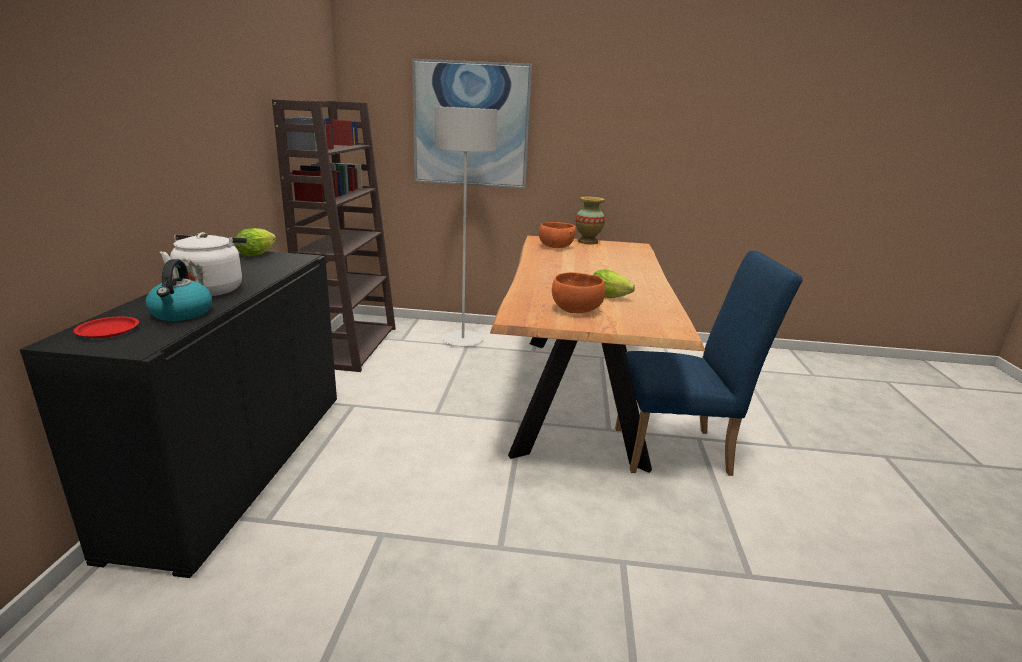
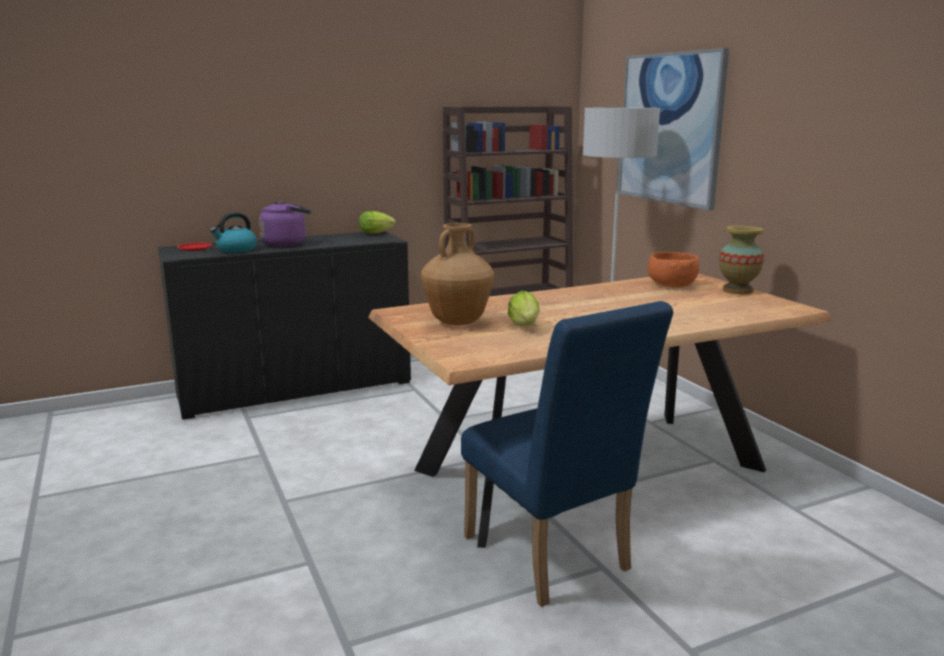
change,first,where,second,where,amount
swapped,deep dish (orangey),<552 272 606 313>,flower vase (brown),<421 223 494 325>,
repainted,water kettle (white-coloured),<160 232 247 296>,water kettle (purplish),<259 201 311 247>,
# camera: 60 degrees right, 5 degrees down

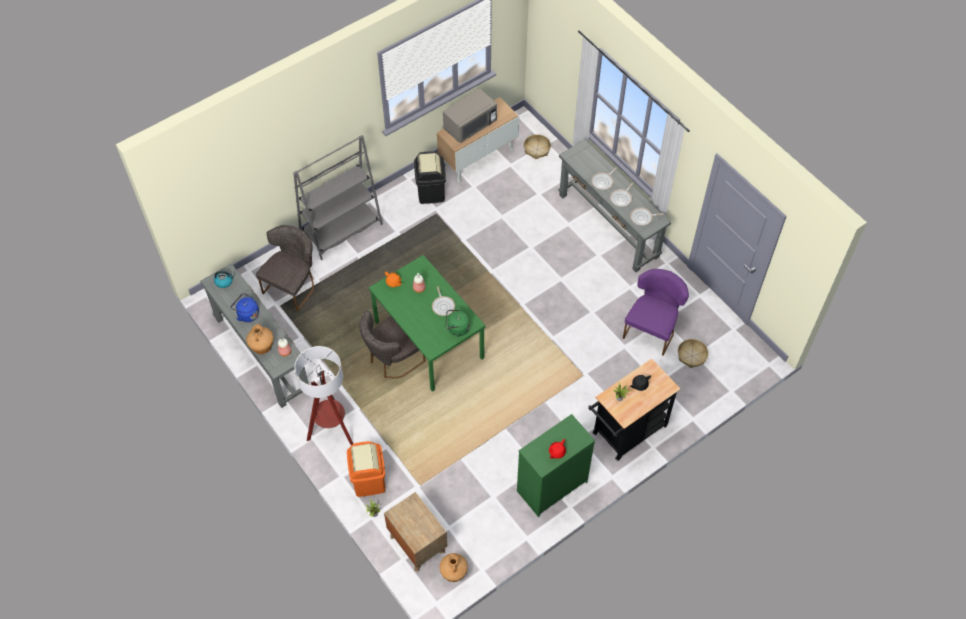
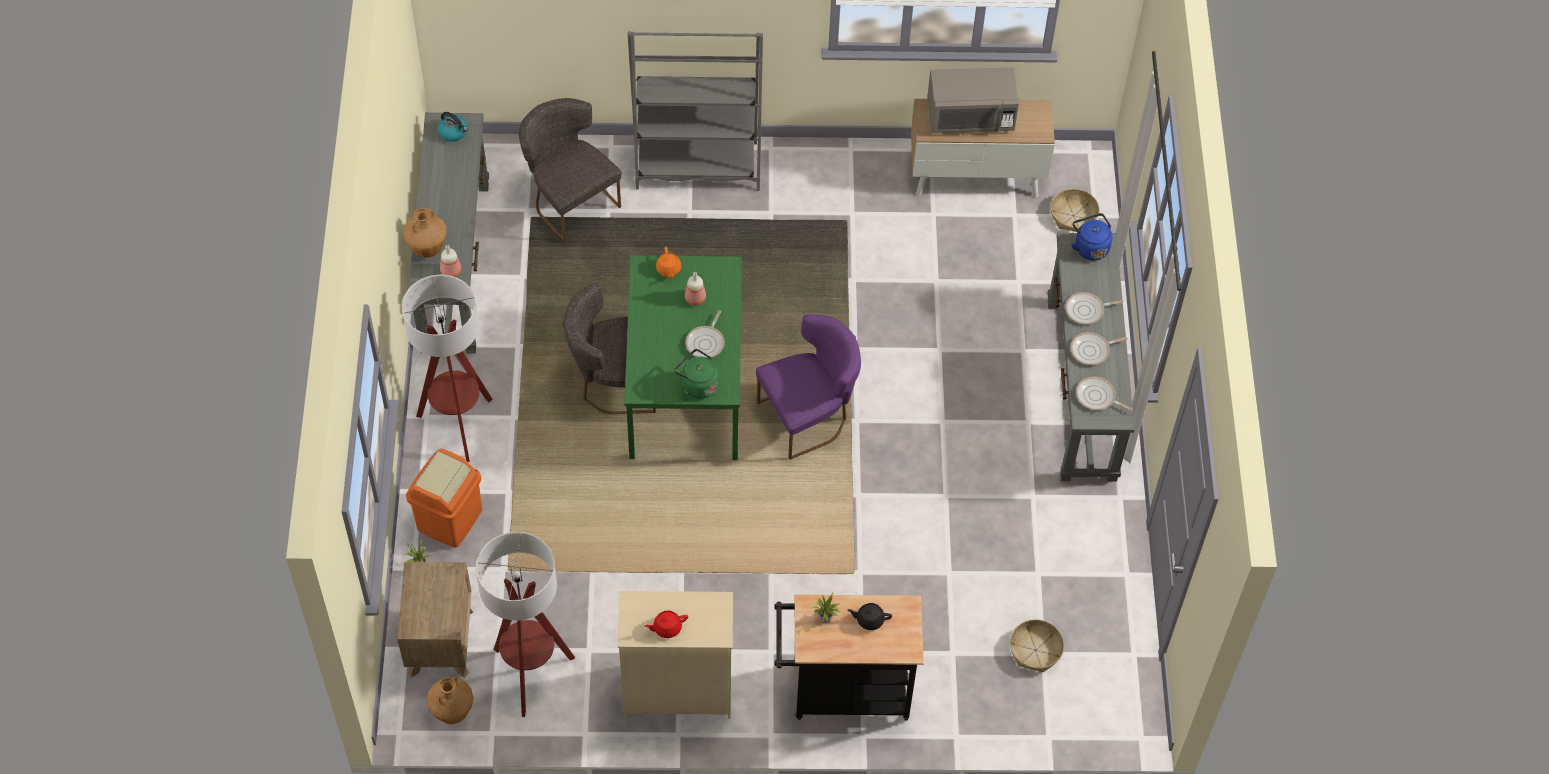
change,first,where,second,where,amount
gone,rubbish bin (black-coloured),<414 151 446 204>,,,
new,,,floor lamp,<476 532 575 717>,
shifted,water kettle (blue),<231 293 259 322>,,<1071 213 1113 260>,
shifted,plain chair (purplish),<623 269 689 356>,,<756 314 861 460>,
repainted,chest of drawers (greenish),<517 414 595 517>,chest of drawers (beige-coloured),<618 591 733 719>,
rotated,plain chair (grey),<256 225 314 311>,,<519 98 622 242>,105 degrees counterclockwise
# camera: 35 degrees right, 0 degrees up

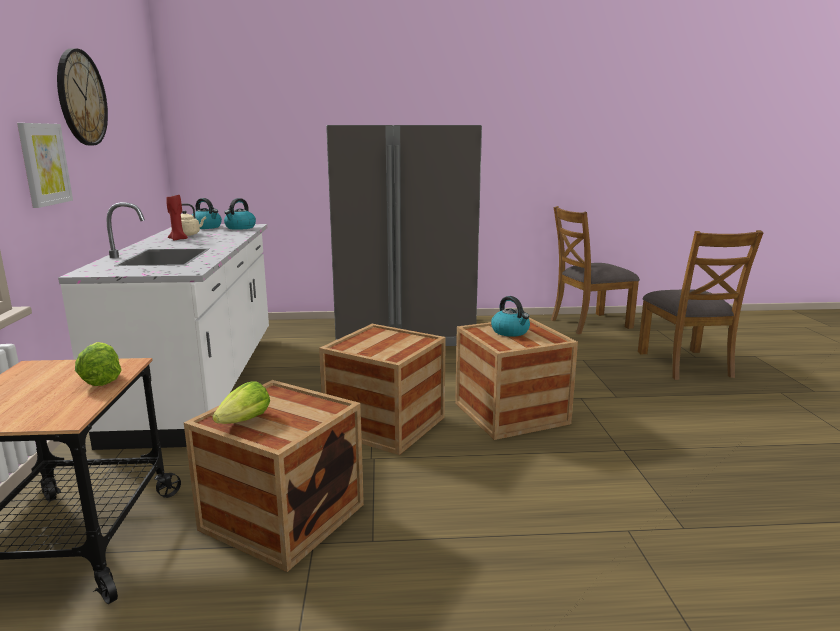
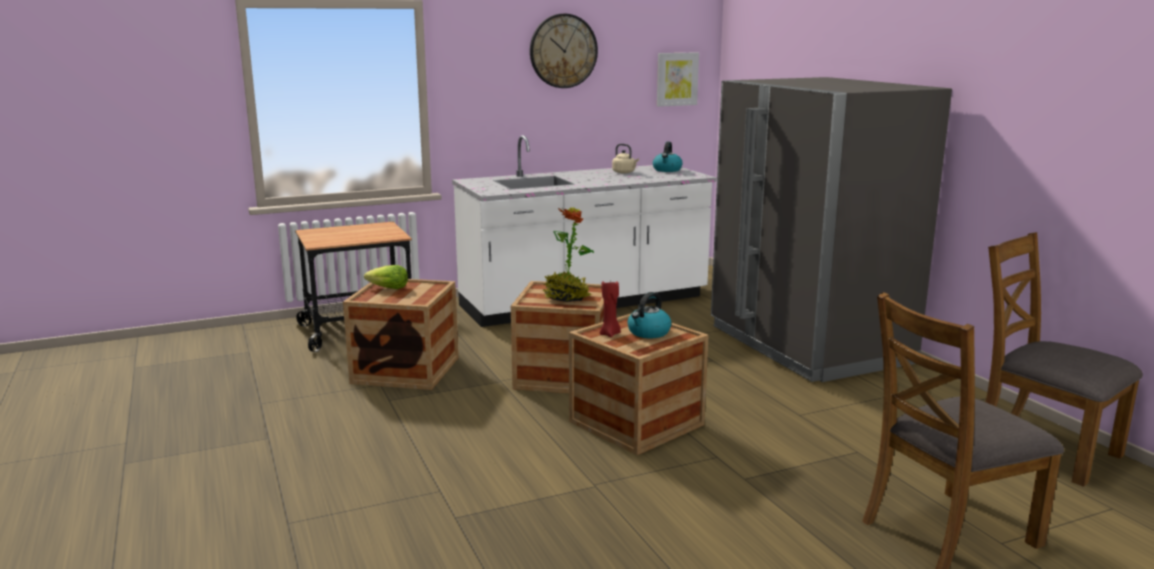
change,first,where,second,where,amount
gone,lettuce,<75 342 122 386>,,,
gone,water kettle,<224 198 256 230>,,,
new,,,houseplant,<543 207 594 302>,
shifted,wall picture,<17 123 73 208>,,<657 52 699 107>,
shifted,wax candle (red),<166 195 188 241>,,<600 281 621 337>,
# camera: 70 degrees right, 0 degrees up

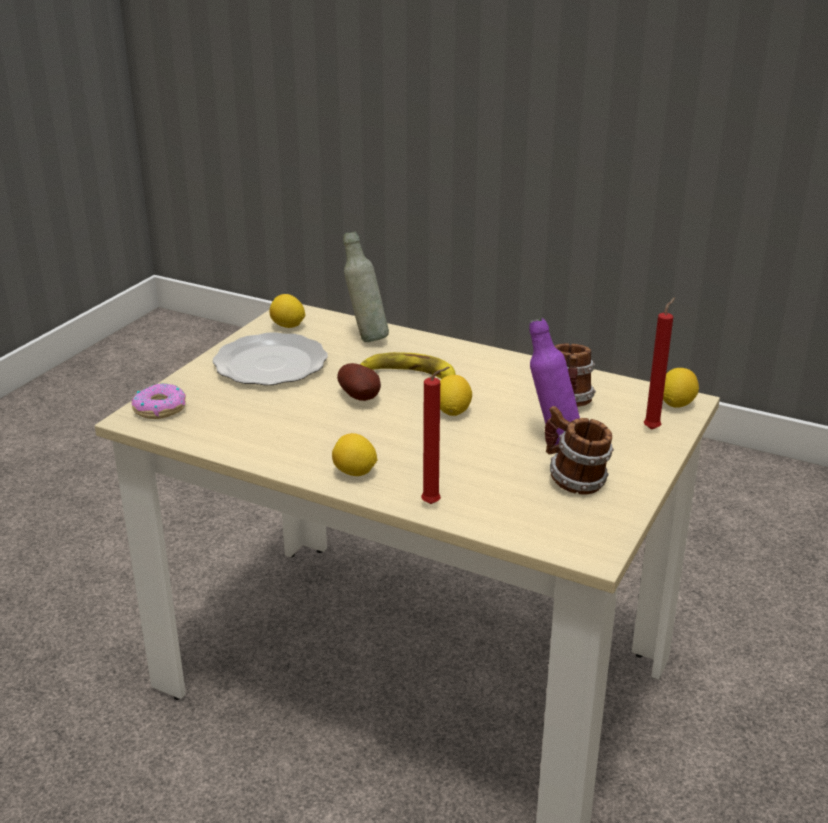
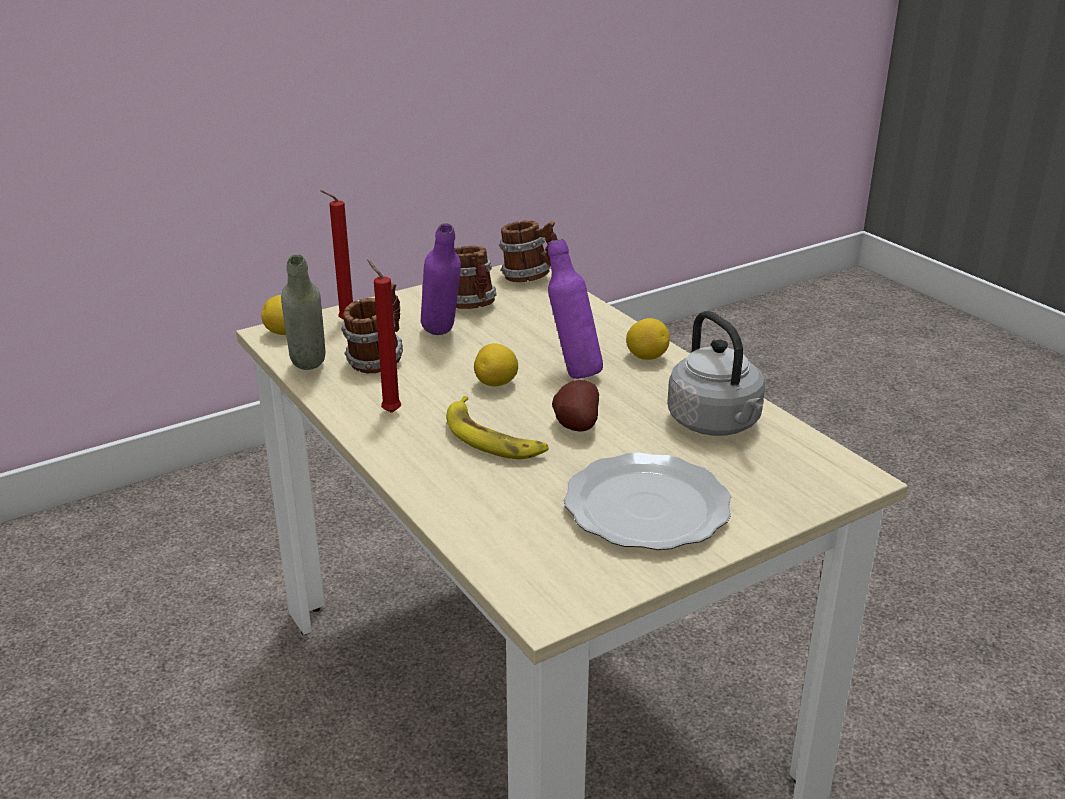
change,first,where,second,where,amount
gone,donut,<132 383 186 419>,,,
gone,lemon,<269 294 305 328>,,,
new,,,coffee mug,<499 220 557 282>,
new,,,bottle (purplish),<548 239 603 379>,
new,,,water kettle (grey),<667 311 765 436>,
shifted,bottle (grey),<343 232 389 342>,,<281 255 325 370>,
shifted,wax candle (red),<421 367 450 504>,,<367 260 401 413>,
# camera: 150 degrees left, 0 degrees up

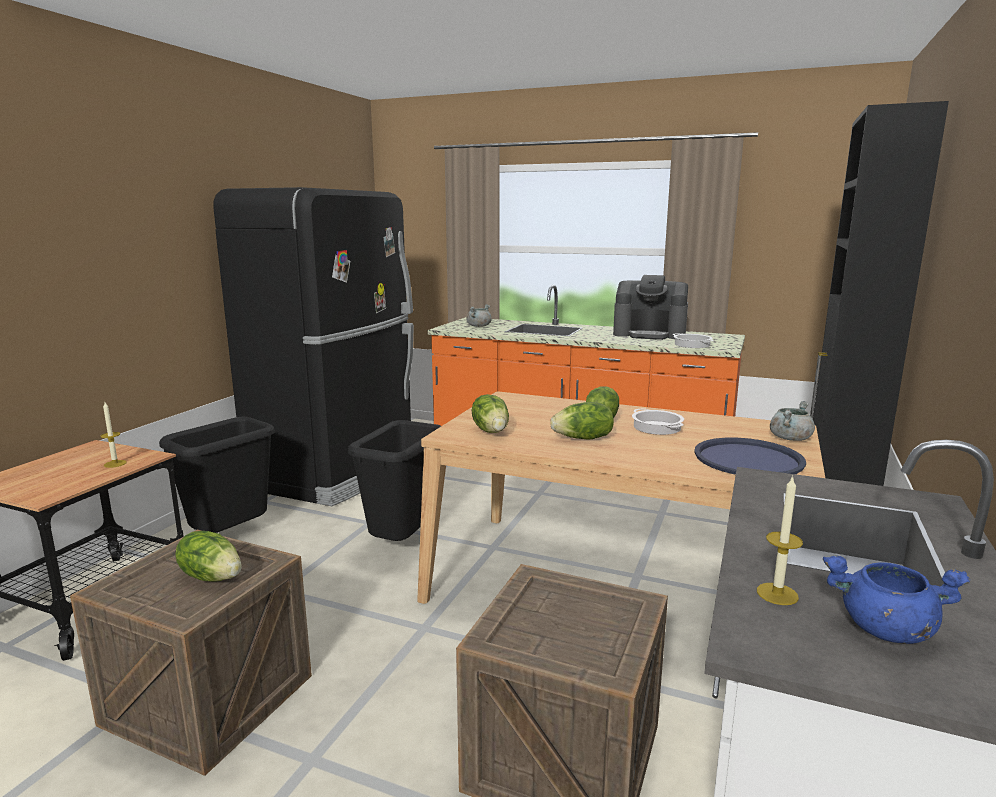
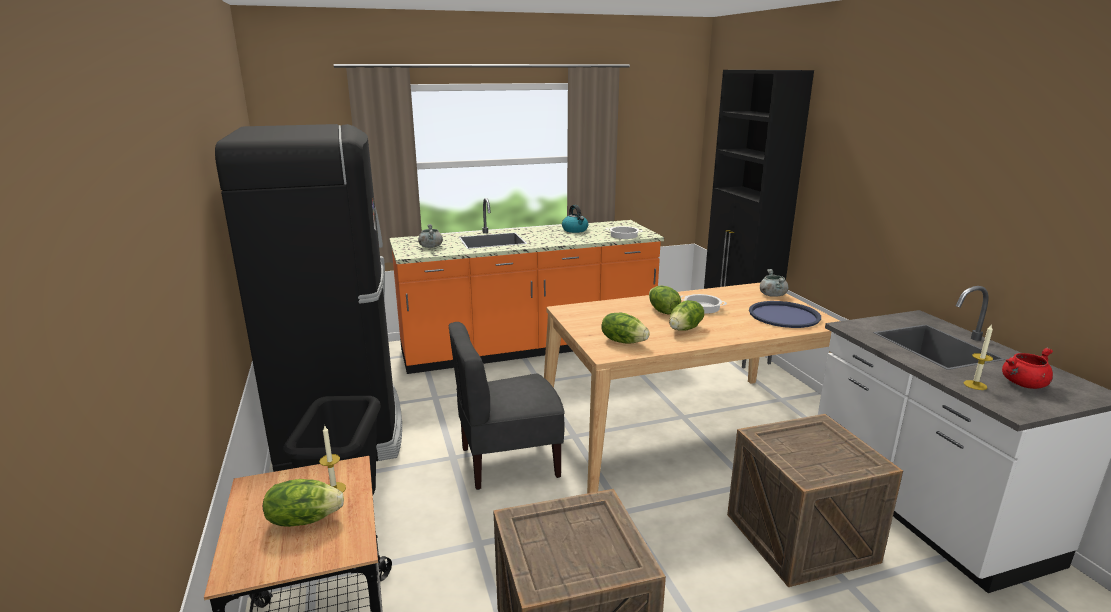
change,first,where,second,where,amount
shifted,lettuce,<175 531 242 582>,,<263 479 344 527>,
swapped,rubbish bin (black-coloured),<348 420 441 541>,plain chair (grey),<449 322 565 490>,
swapped,coffee maker,<613 275 688 340>,water kettle,<562 205 588 233>,
repainted,cooking pot (blue),<823 555 970 644>,cooking pot (red),<1002 348 1053 389>,
# camera: 40 degrees left, 5 degrees up

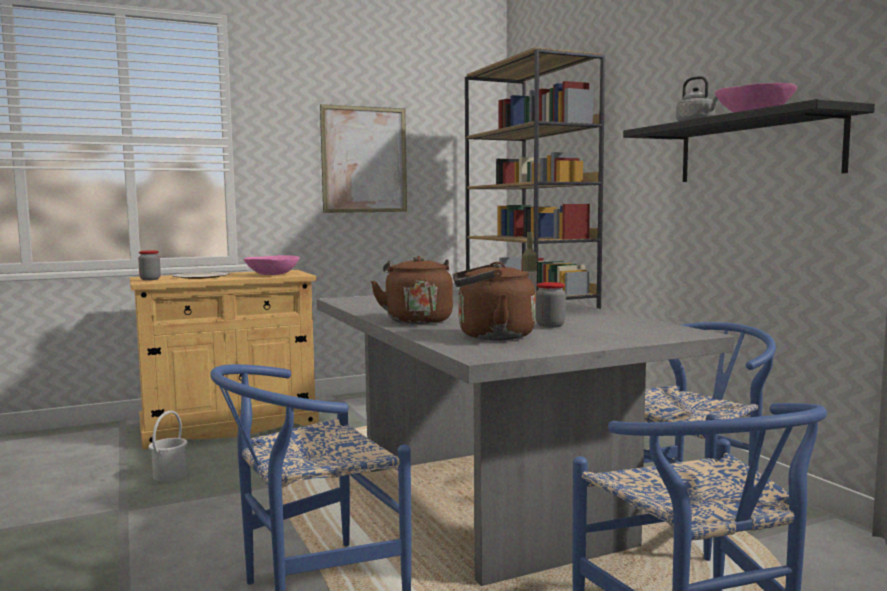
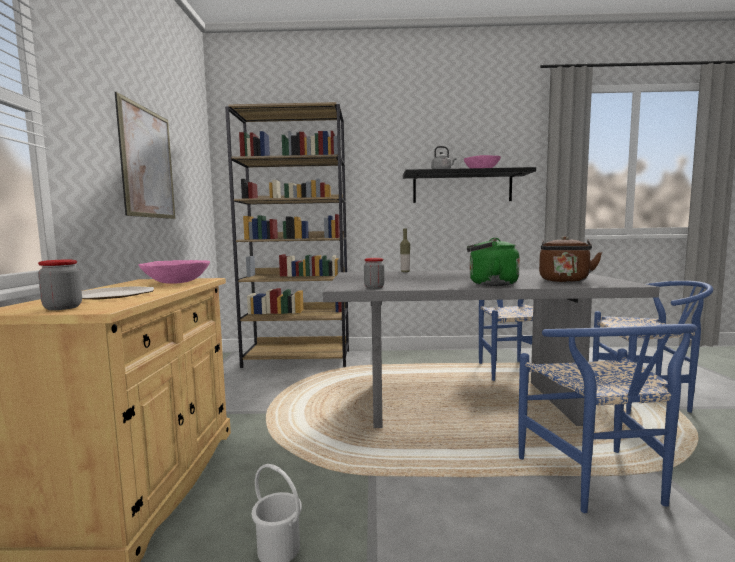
change,first,where,second,where,amount
shifted,preserve jar,<536 282 566 328>,,<364 258 384 289>,
repainted,water kettle (brown),<371 256 453 324>,water kettle (greenish),<467 238 520 286>,
# camera: 65 degrees left, 0 degrees up

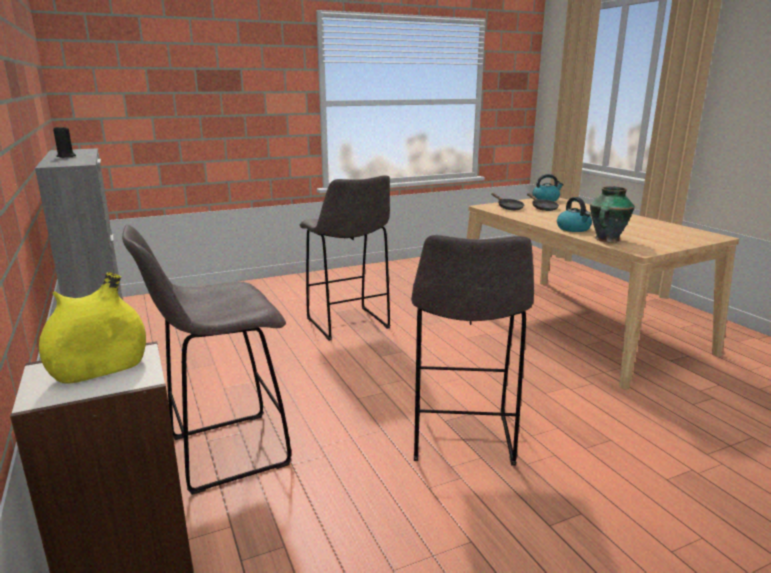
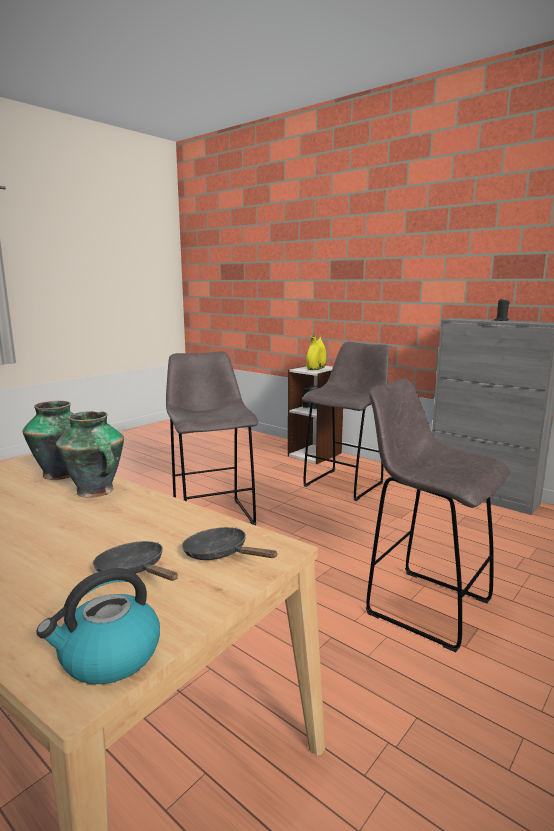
change,first,where,second,where,amount
swapped,water kettle,<557 197 592 232>,flower vase,<56 411 124 498>,
# camera: 155 degrees right, 5 degrees down

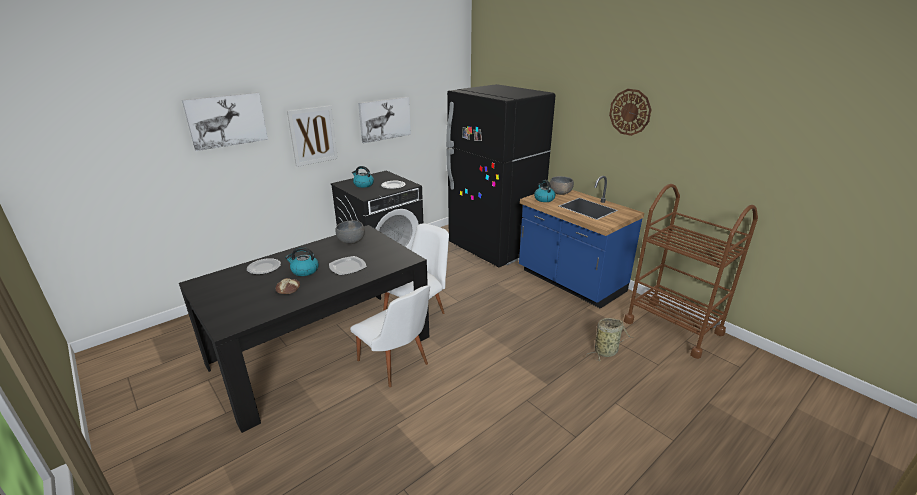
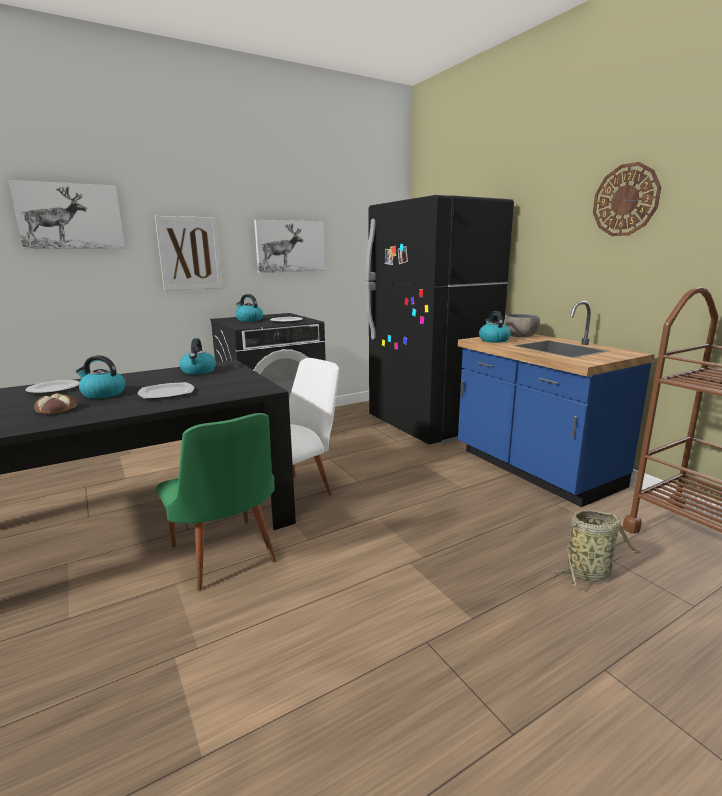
change,first,where,second,where,amount
swapped,deep dish (grey),<335 221 365 244>,water kettle,<180 338 216 375>,
repainted,plain chair (white-coloured),<350 285 430 387>,plain chair (greenish),<156 413 276 591>,
# camera: 10 degrees right, 10 degrees down

